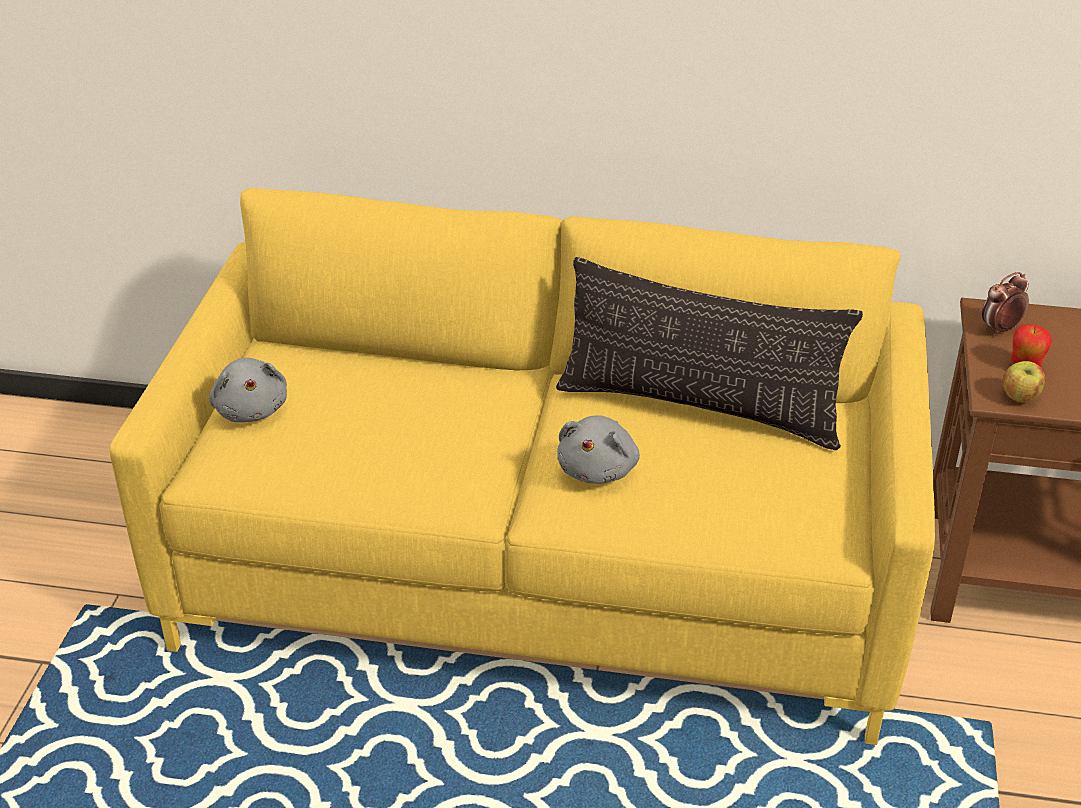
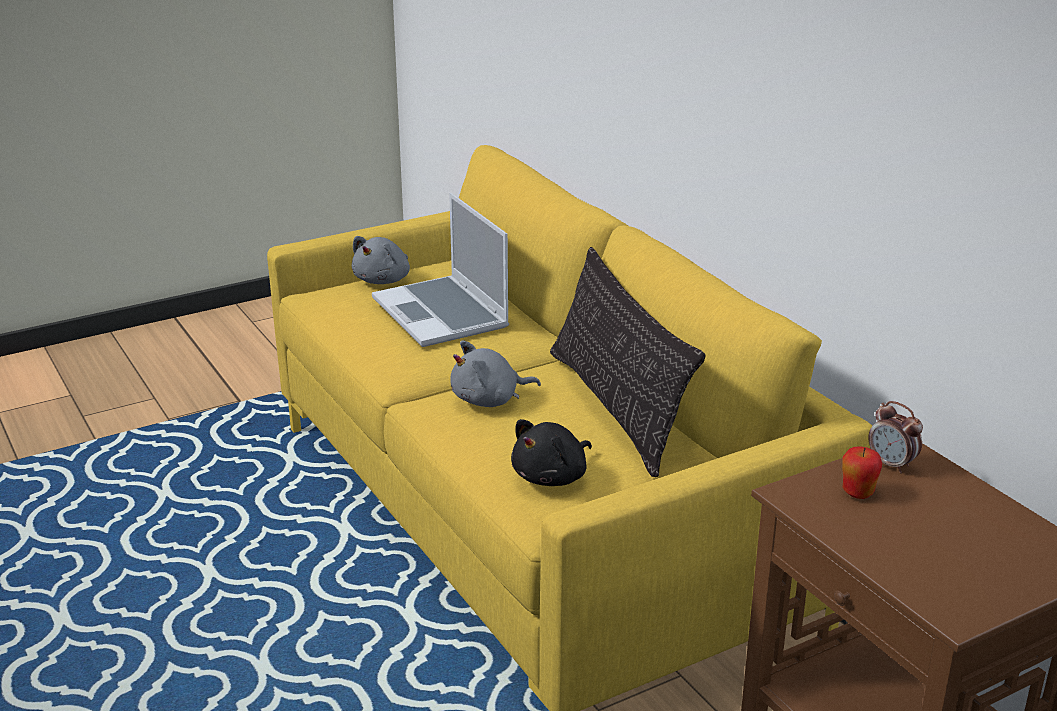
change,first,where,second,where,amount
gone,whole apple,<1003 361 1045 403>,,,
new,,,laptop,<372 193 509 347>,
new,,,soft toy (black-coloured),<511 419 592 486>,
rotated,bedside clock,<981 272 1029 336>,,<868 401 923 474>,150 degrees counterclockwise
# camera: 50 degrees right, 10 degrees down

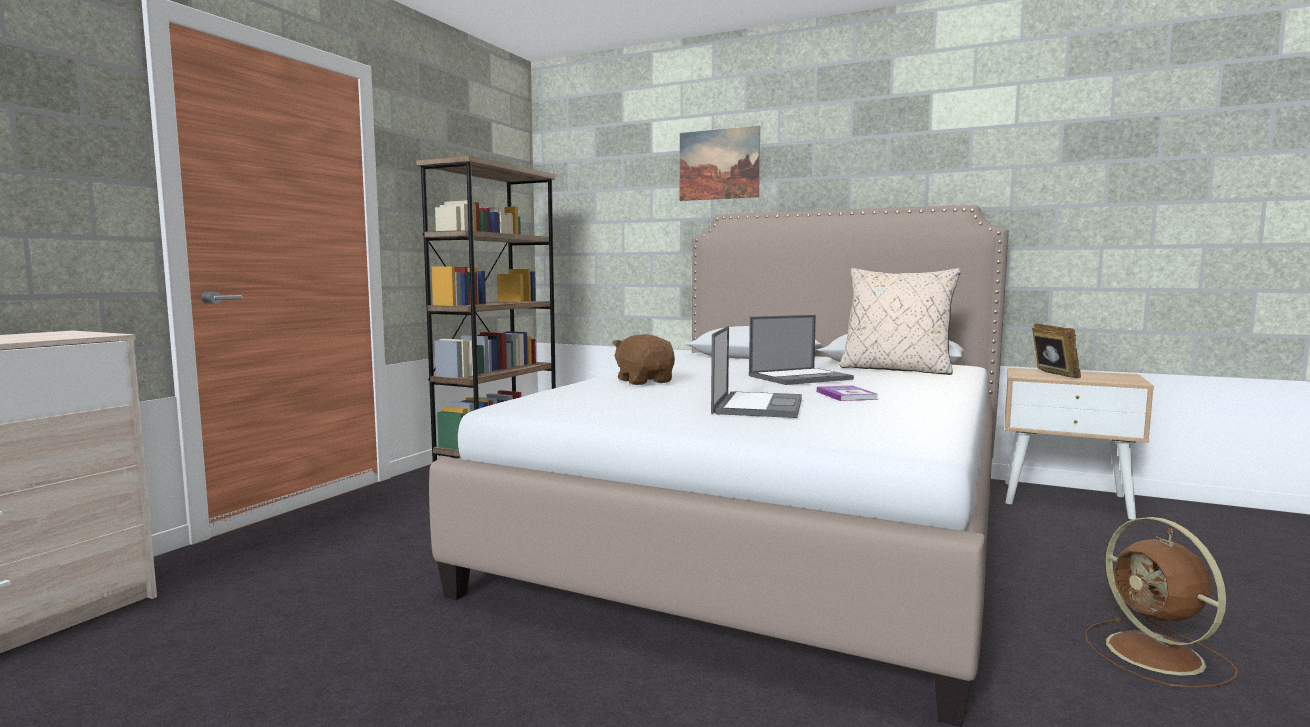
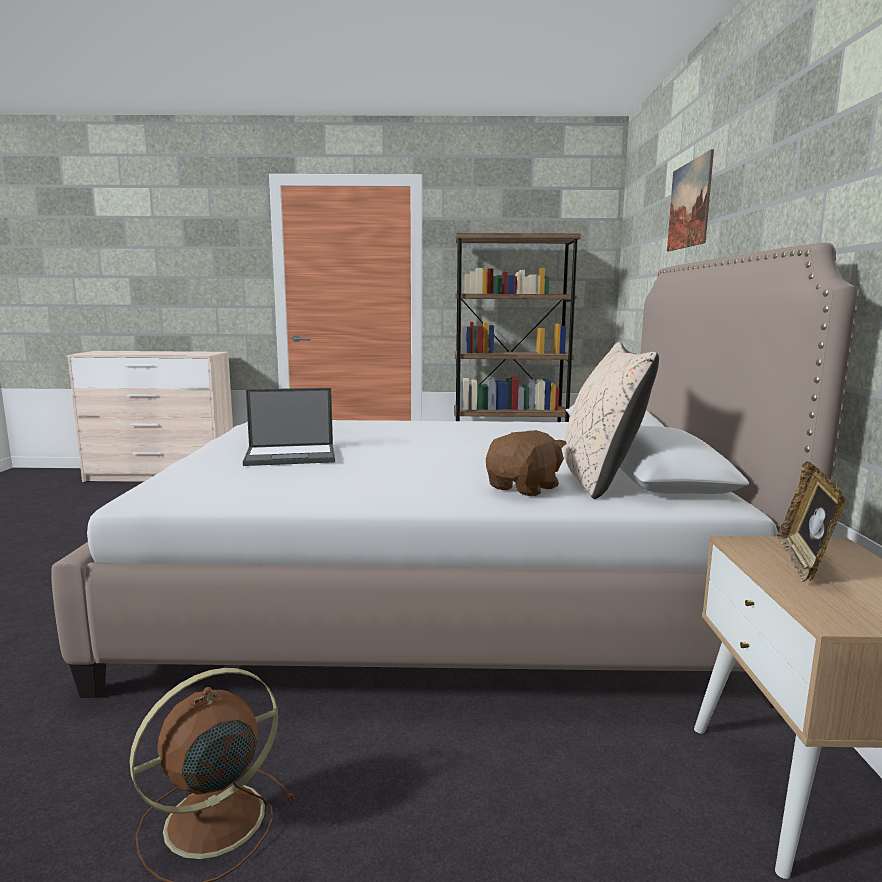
change,first,where,second,where,amount
gone,laptop,<749 315 854 385>,,,
gone,volume,<817 386 878 401>,,,
shifted,soft toy (brown),<612 334 675 385>,,<486 430 567 496>,
rotated,photo frame,<1032 323 1081 378>,,<777 461 846 583>,135 degrees clockwise
# camera: 65 degrees right, 5 degrees up

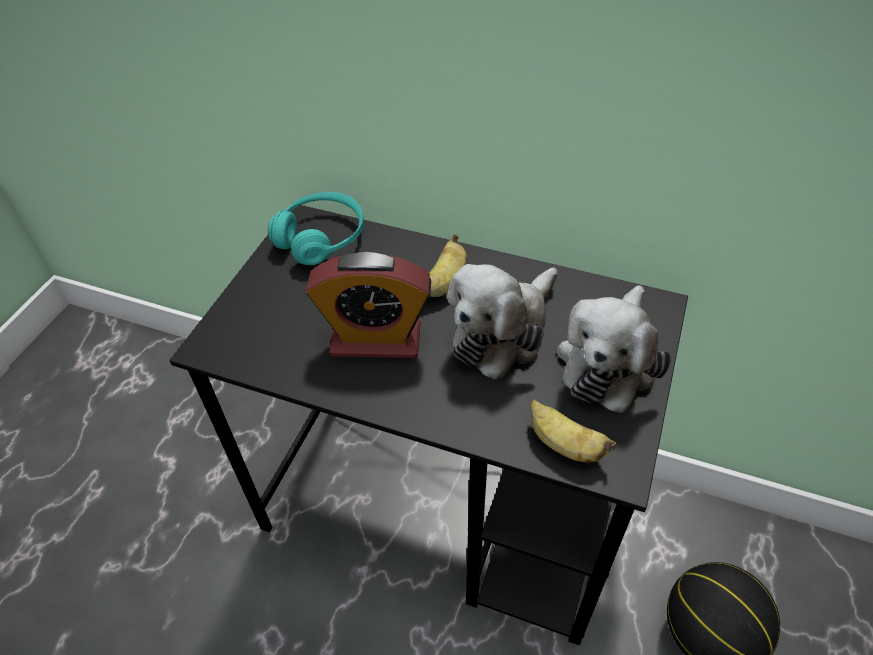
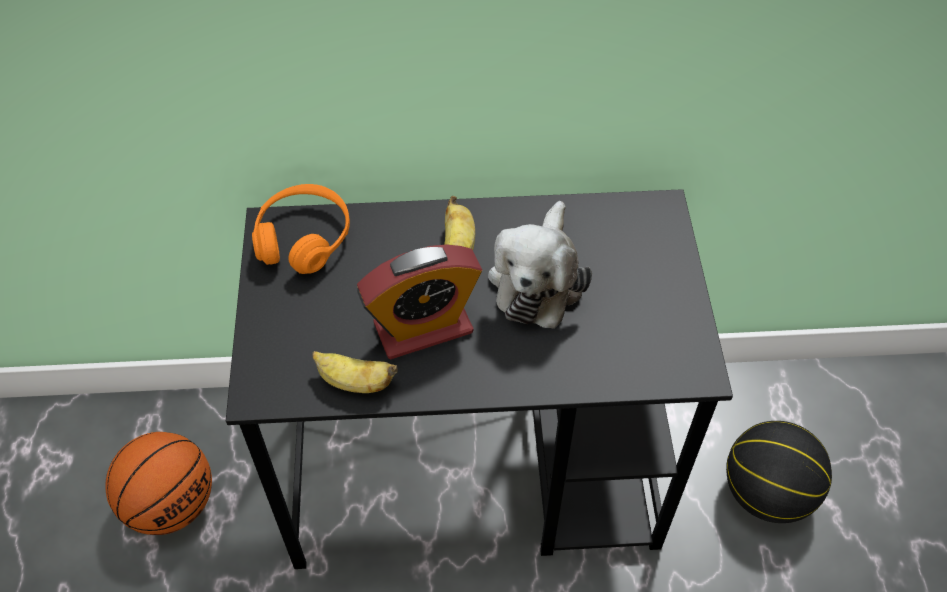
change,first,where,second,where,amount
gone,soft toy,<557 285 671 413>,,,
new,,,basketball,<105 432 212 535>,
shifted,banana,<530 399 616 463>,,<312 351 398 393>,
repainted,headset (blue-green),<268 192 364 265>,headset (orangey),<252 184 350 274>,
# camera: 25 degrees left, 5 degrees up

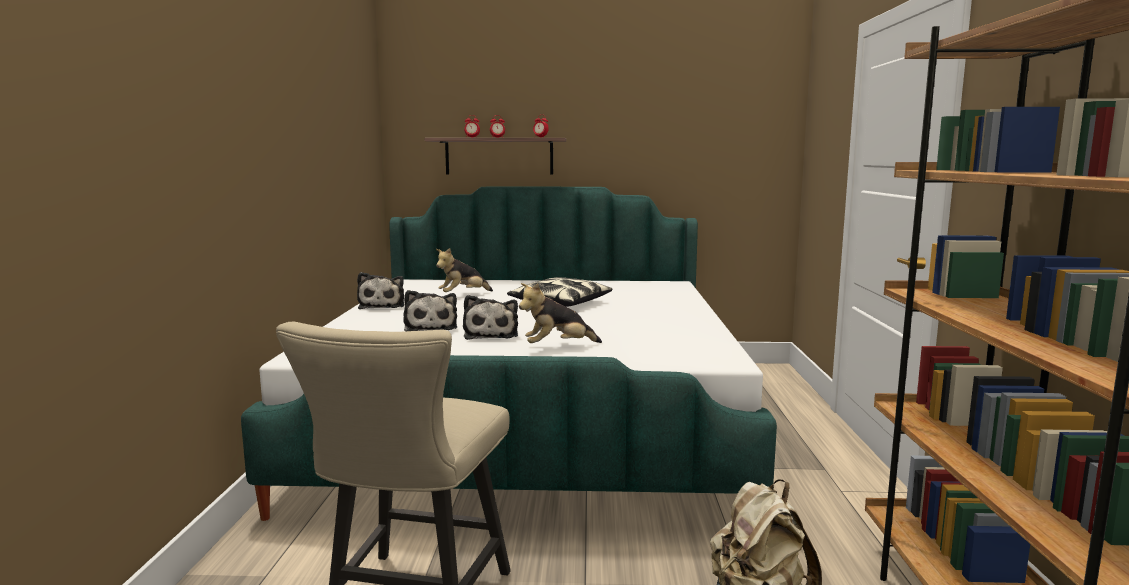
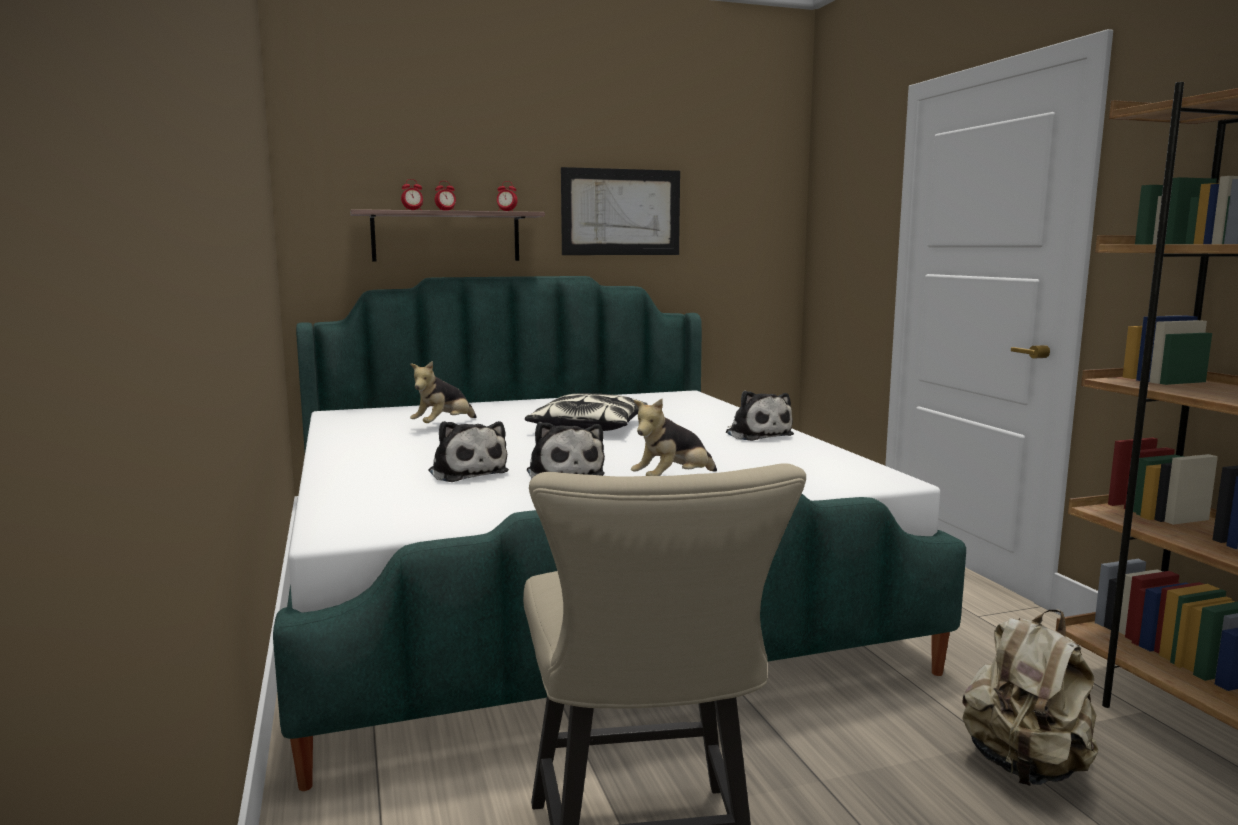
change,first,where,second,where,amount
new,,,wall picture,<561 167 680 255>,
shifted,soft toy,<357 272 404 309>,,<726 391 794 441>,
# camera: 20 degrees left, 0 degrees up

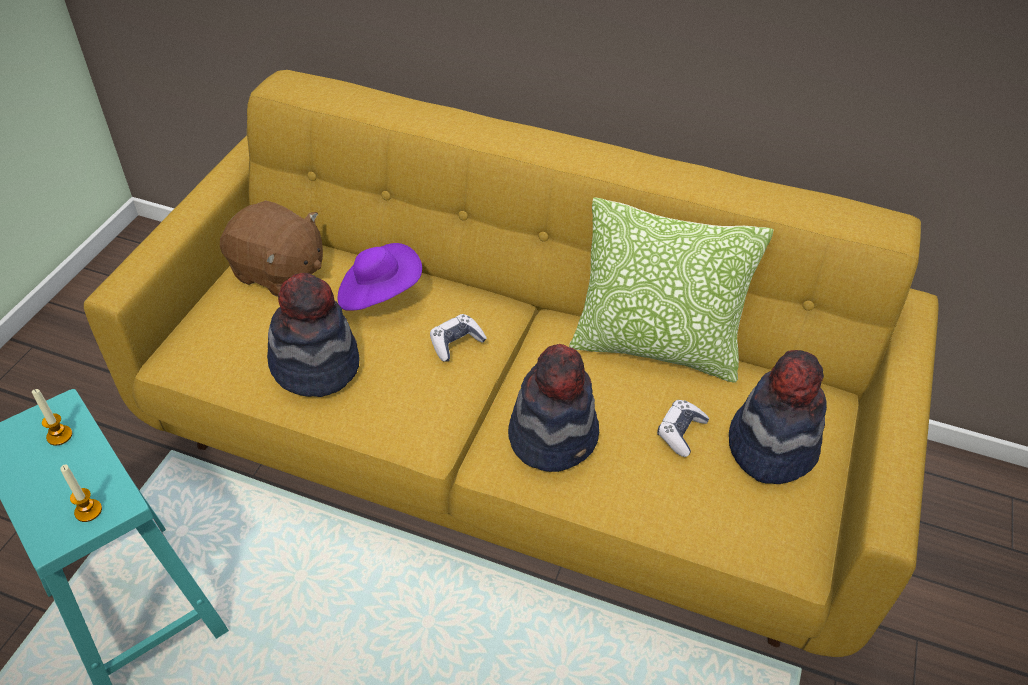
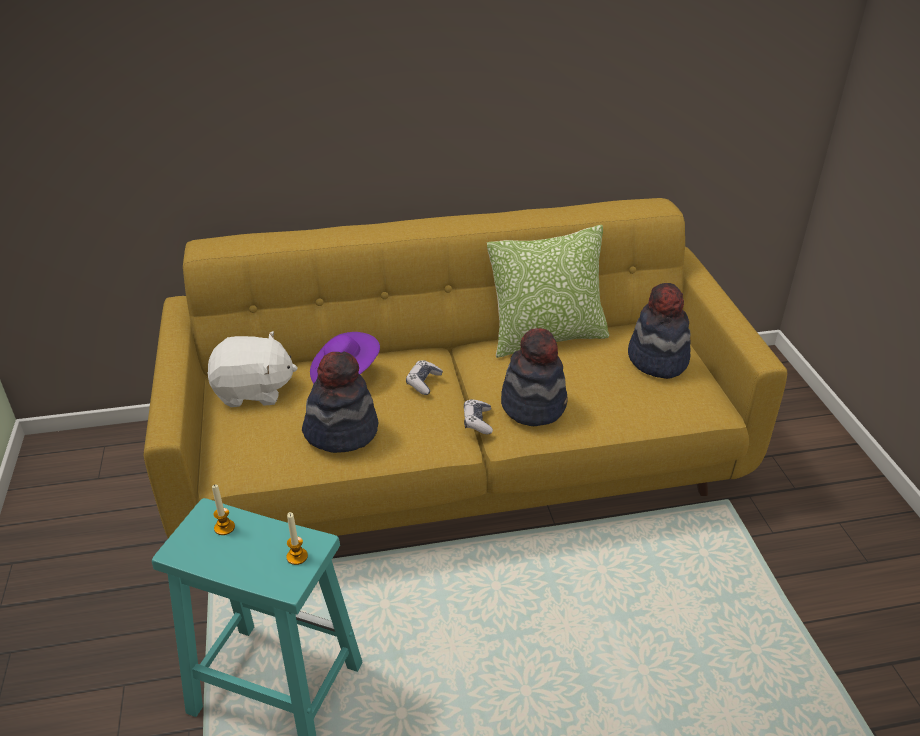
change,first,where,second,where,amount
shifted,gamepad,<657 400 709 457>,,<464 399 493 434>,
repainted,soft toy (brown),<220 200 323 297>,soft toy (white-coloured),<208 331 298 407>,
# camera: 30 degrees left, 10 degrees down

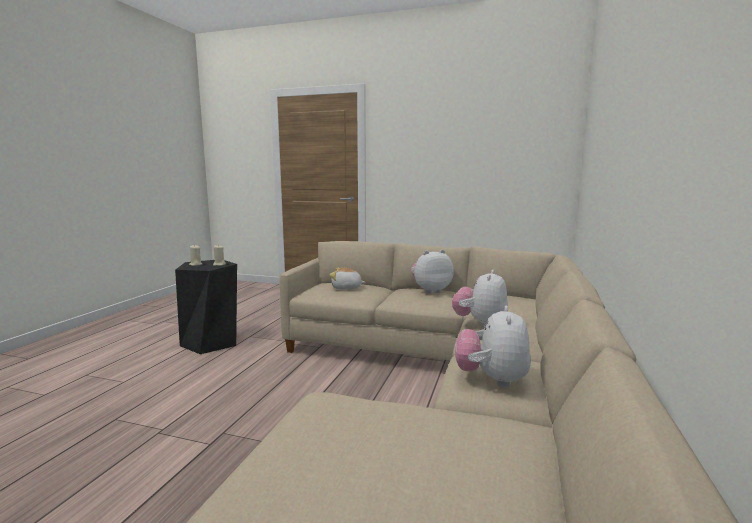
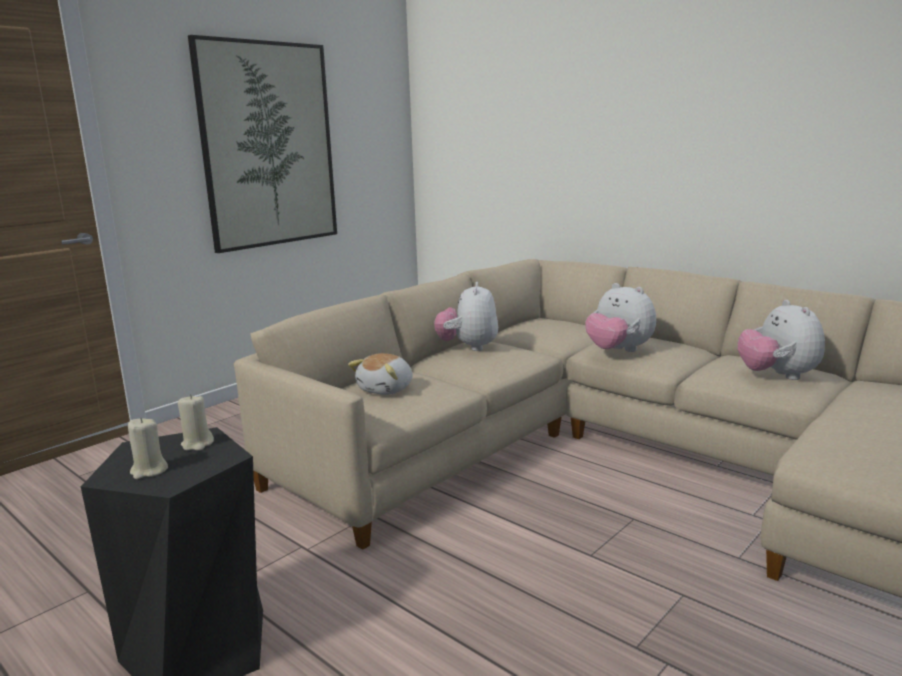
change,first,where,second,where,amount
new,,,wall picture,<188 35 337 253>,
rotated,soft toy,<455 306 531 388>,,<738 300 825 380>,45 degrees clockwise
# camera: 65 degrees left, 5 degrees up

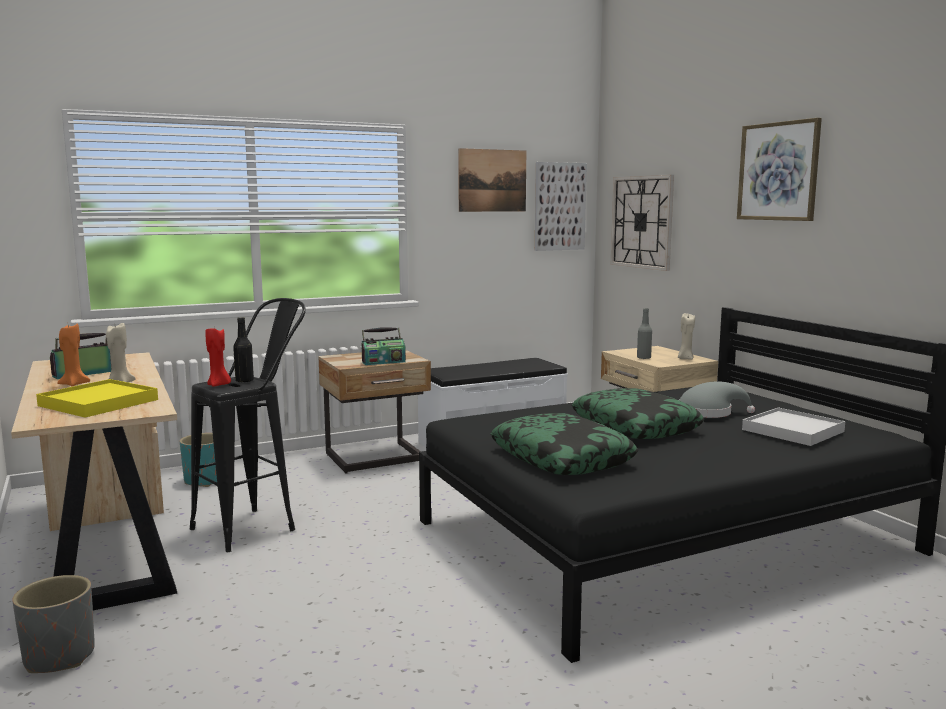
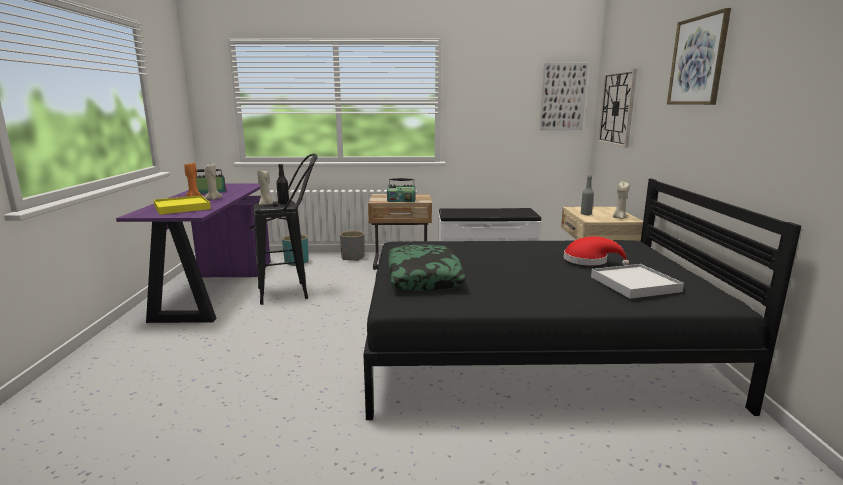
change,first,where,second,where,amount
gone,wall picture,<458 148 526 212>,,,
gone,cushion,<572 388 705 439>,,,
shifted,plant pot (grey),<12 575 95 673>,,<340 231 365 261>,
repainted,desk table (beige-coloured),<11 352 177 610>,desk table (purplish),<116 183 271 323>,
repainted,wax candle (red),<205 325 231 387>,wax candle (beige-coloured),<257 170 273 205>,
repainted,clothing hat (grey),<679 381 755 418>,clothing hat (red),<564 236 629 266>,
# camera: 25 degrees right, 5 degrees up

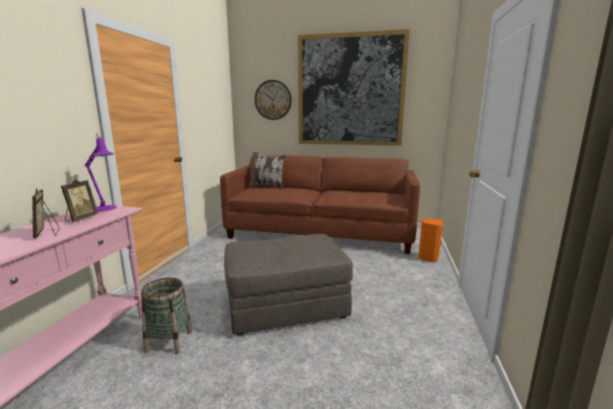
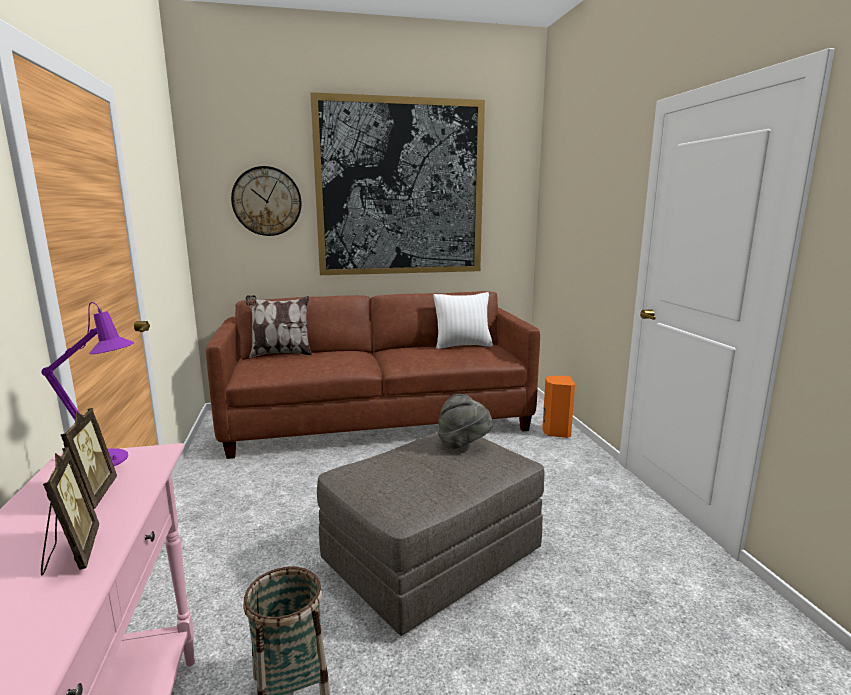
change,first,where,second,where,amount
new,,,cushion (white-coloured),<434 292 493 349>,
new,,,clothing hat (grey),<438 394 493 449>,
rotated,photo frame,<32 188 60 238>,,<41 447 99 576>,150 degrees counterclockwise
# camera: 25 degrees left, 0 degrees up

